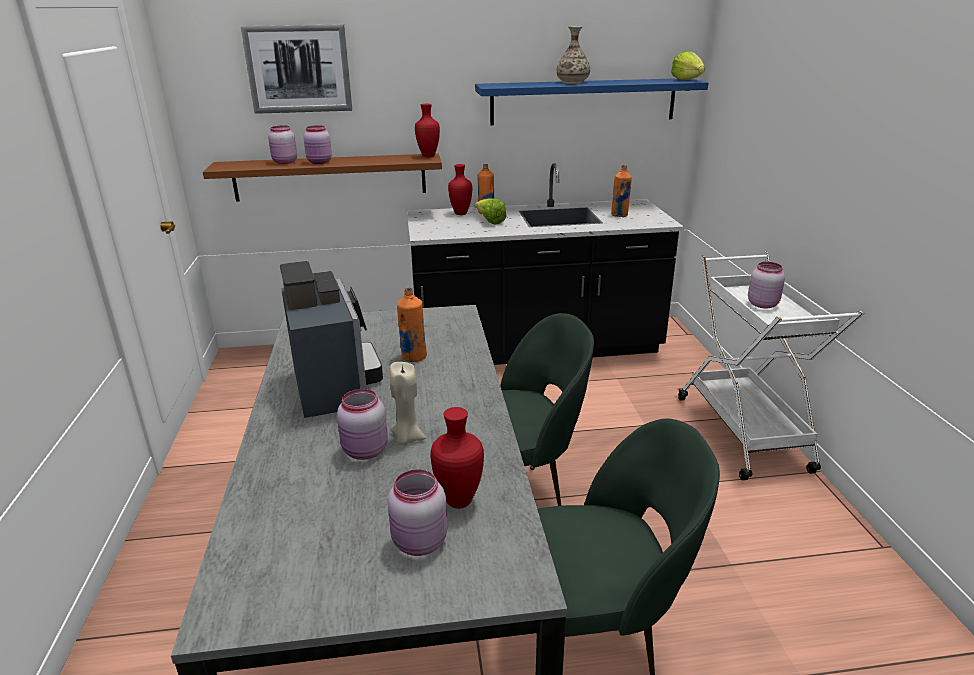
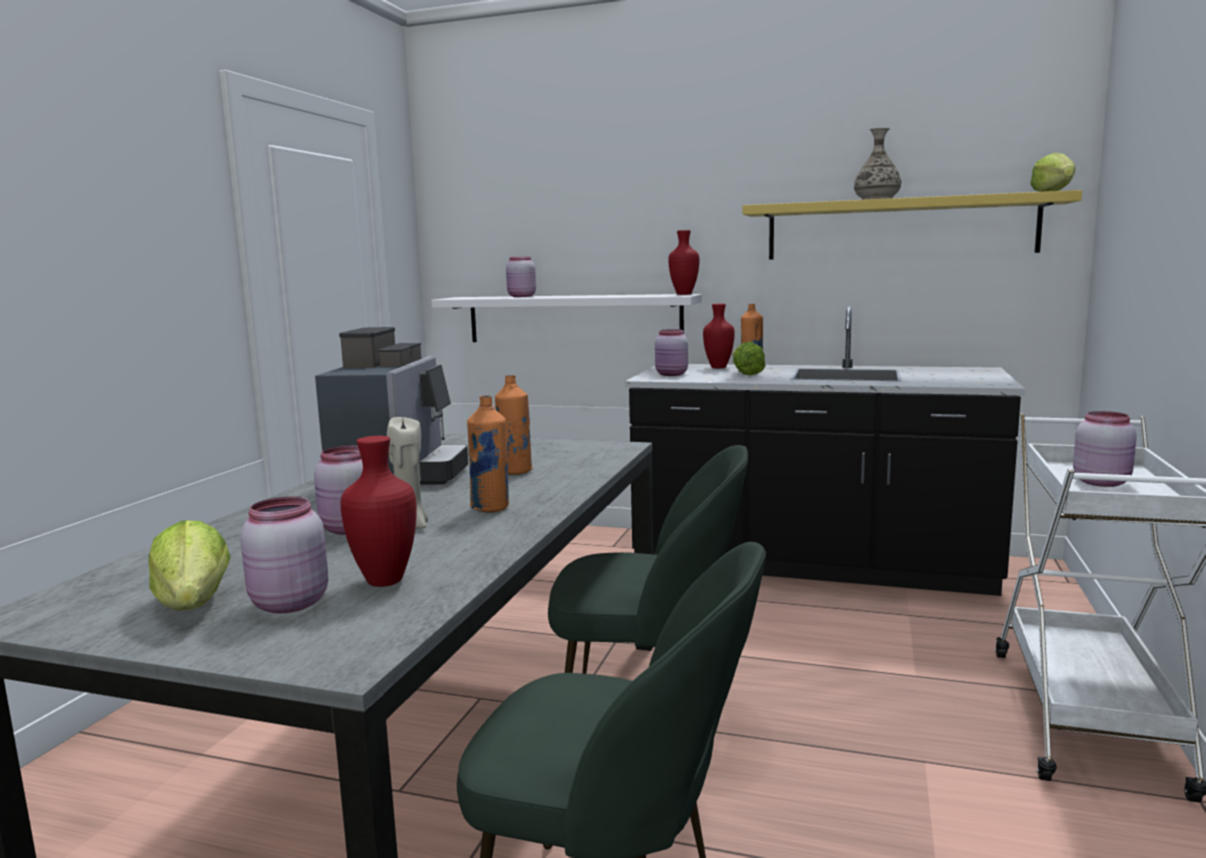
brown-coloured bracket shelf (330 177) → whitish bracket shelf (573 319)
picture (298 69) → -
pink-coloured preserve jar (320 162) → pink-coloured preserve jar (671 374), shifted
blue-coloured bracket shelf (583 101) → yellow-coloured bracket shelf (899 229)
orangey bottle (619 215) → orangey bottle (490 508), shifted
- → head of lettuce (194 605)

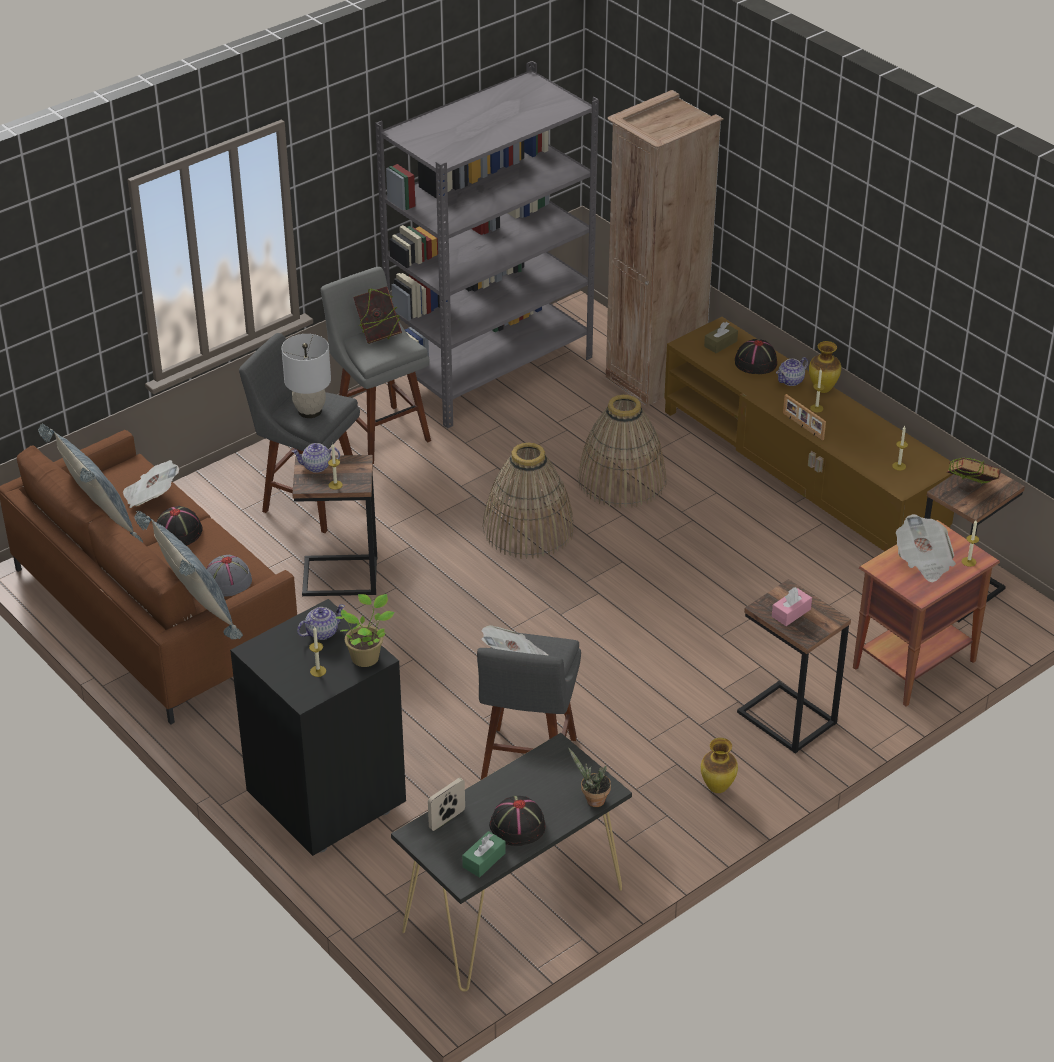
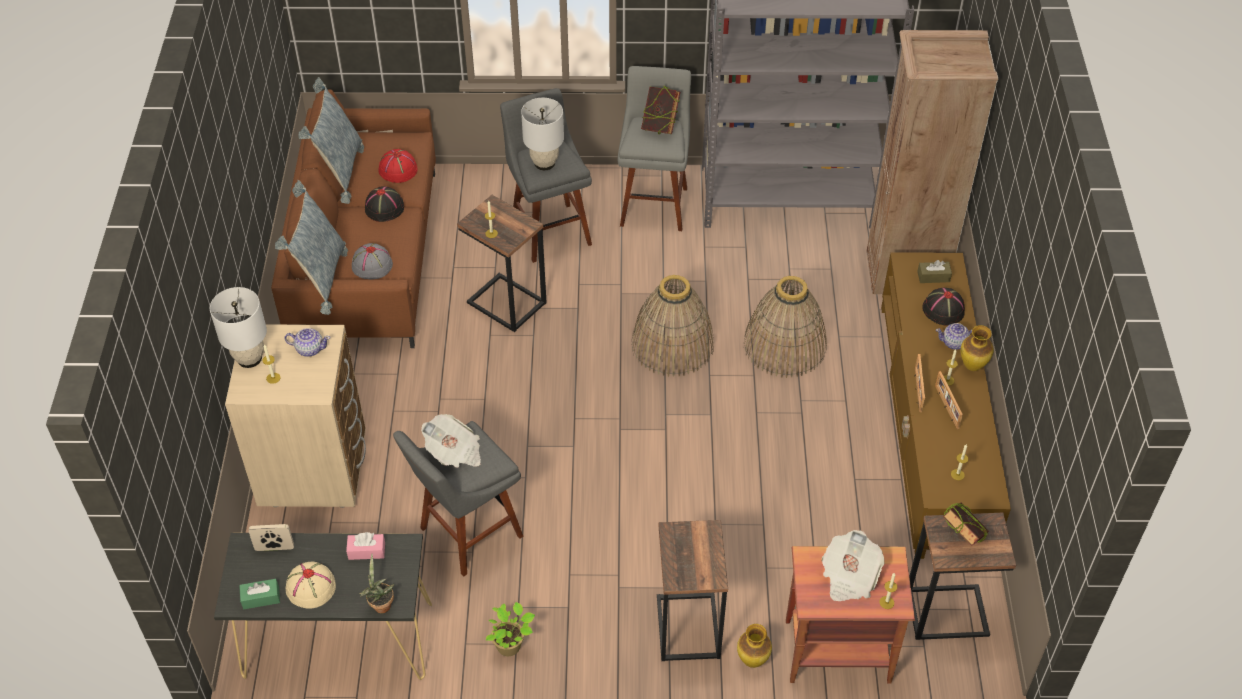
newspaper (151 496) → red wearable hat (397 170)
black-coloured dresser (328 803) → sand-coloured dresser (315 472)
pot for tea (316 467) → -
potted plant (366 657) → potted plant (511 646), shifted
black-coloured wearable hat (517 826) → sand-coloured wearable hat (310 587)
vase (717 788) → vase (752 661), shifted
pink-coloured tissue holder (791 613) → pink-coloured tissue holder (366 551), shifted
- → whitish tabletop lamp (249 358)
- → photo frame (946 407)

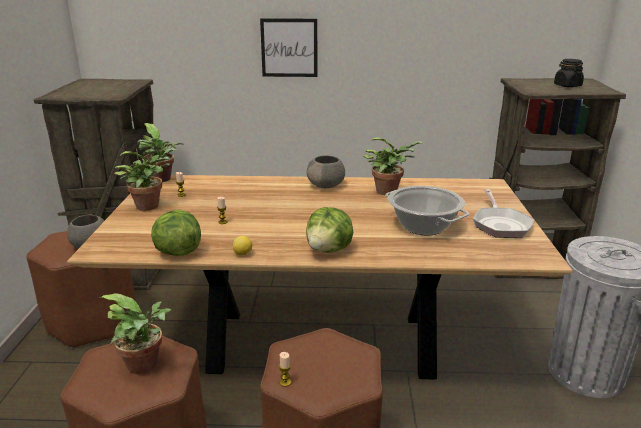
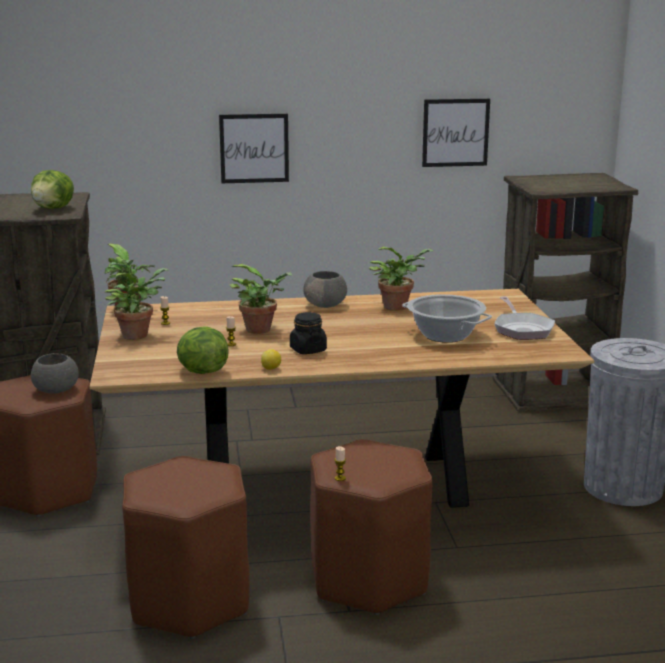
potted plant (146 365) → potted plant (262 330), shifted
head of lettuce (329 250) → head of lettuce (54 208), shifted
black-coloured preserve jar (567 85) → black-coloured preserve jar (308 350), shifted
- → picture (455 132)

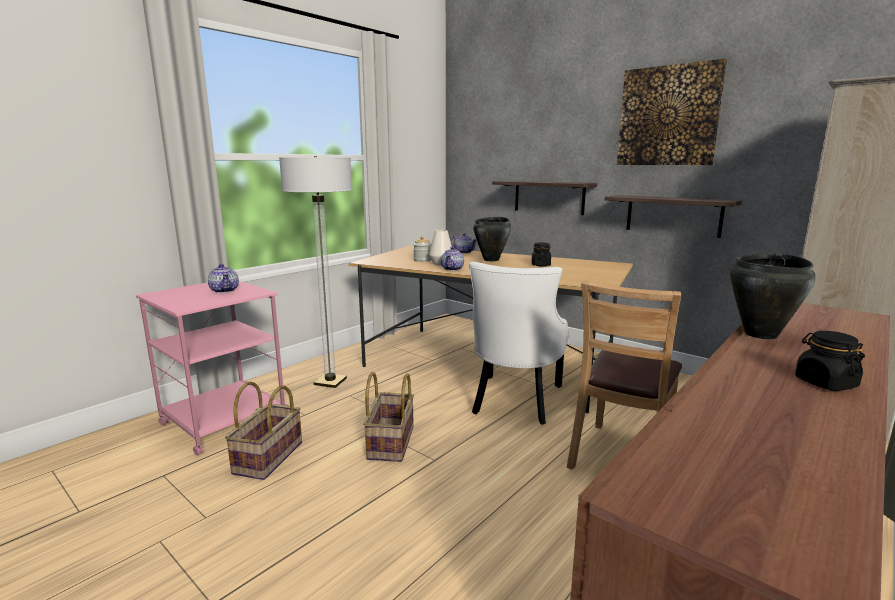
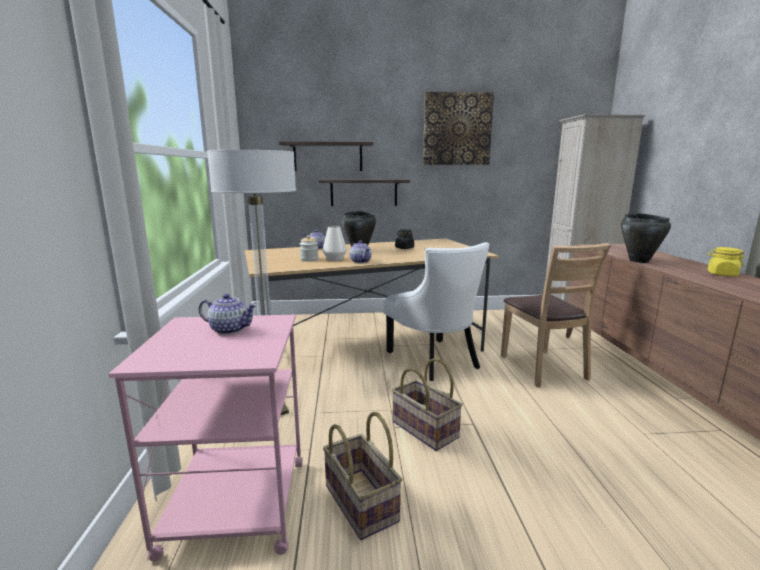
bracket shelf (673 215) → bracket shelf (328 157), shifted
black-coloured preserve jar (825 383) → yellow-coloured preserve jar (721 274)

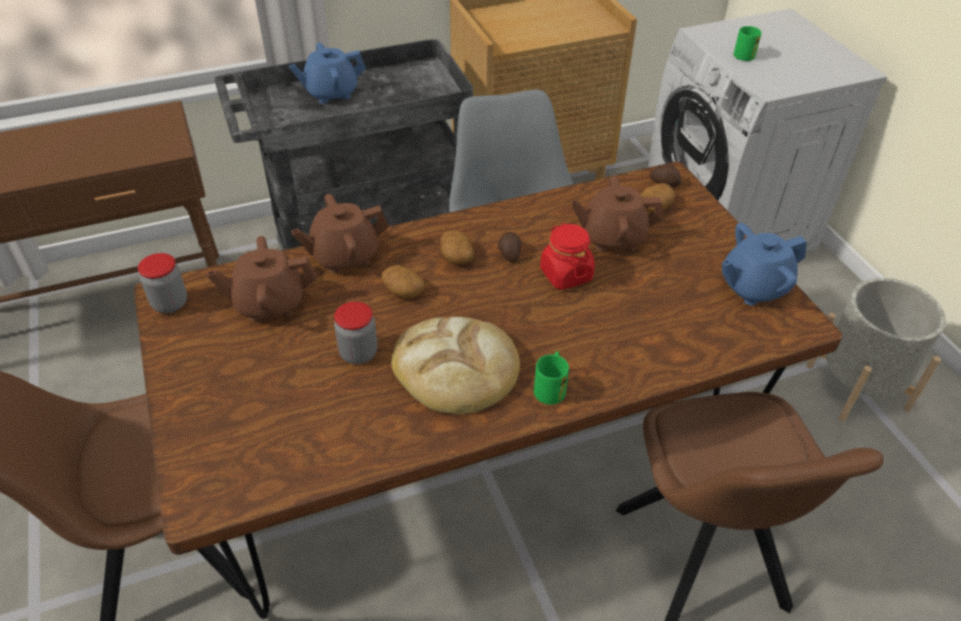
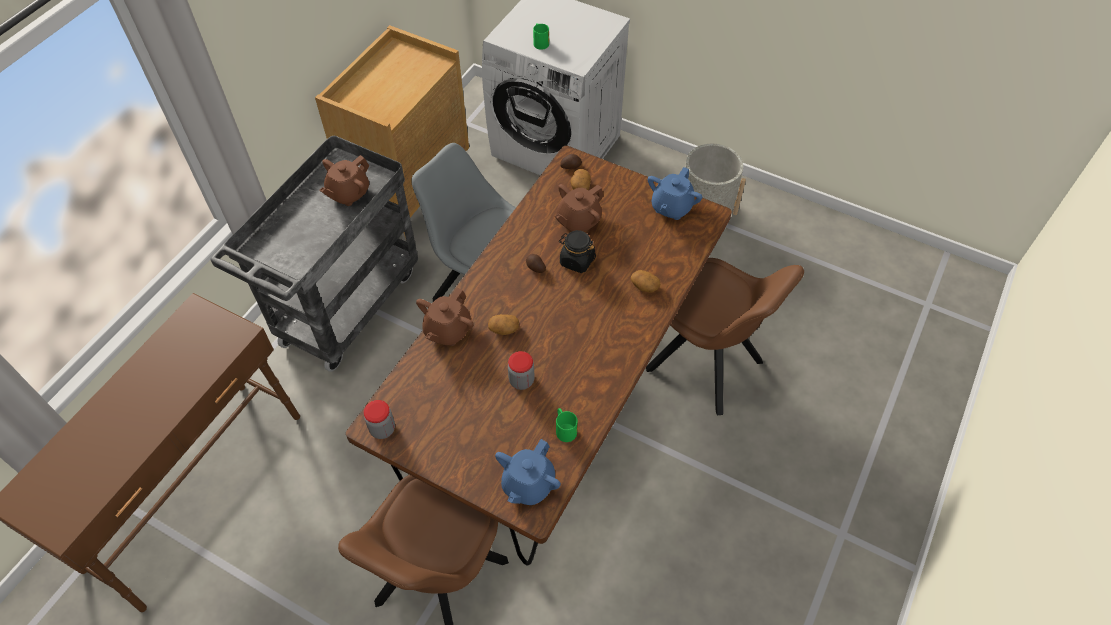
brown-coloured pot for tea (269 303) → brown-coloured pot for tea (348 193), shifted
blue-coloured pot for tea (331 93) → blue-coloured pot for tea (528 484), shifted
bakery bread (456 368) → -
whole potato (456 256) → whole potato (644 286), shifted
greenish mug (550 386) → greenish mug (564 429), shifted
red preserve jar (565 274) → black-coloured preserve jar (576 261)

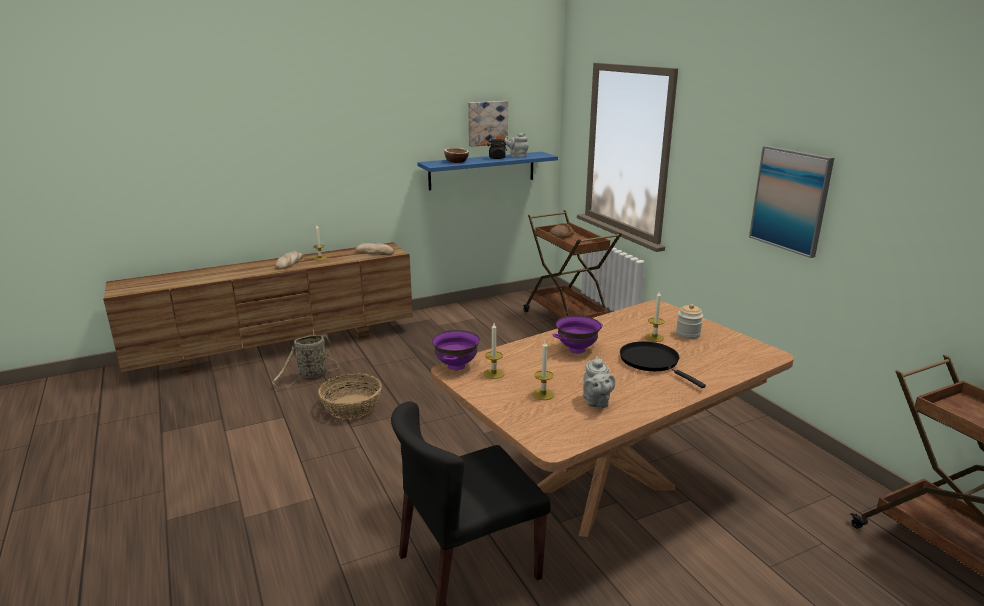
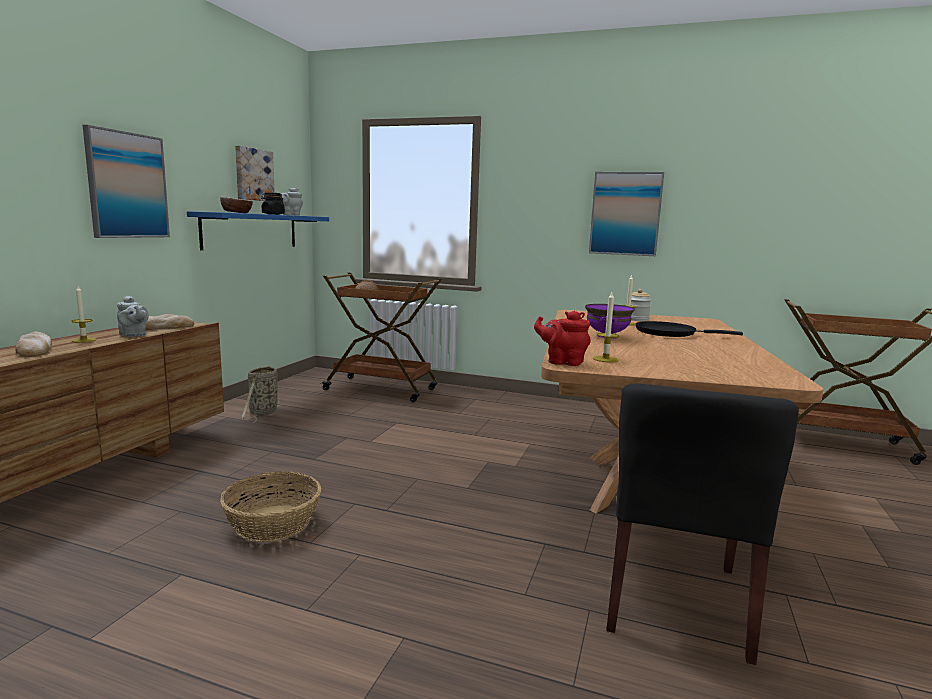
household basket (311 377) → household basket (262 413), shifted
purple bowl (456 366) → red pot for tea (562 362)
wax candle (543 394) → -
gray pot for tea (596 402) → gray pot for tea (133 335), shifted
- → picture (127 185)

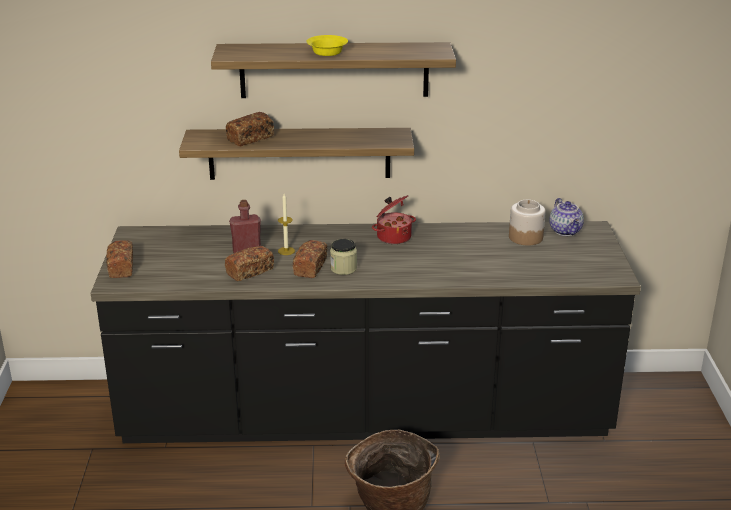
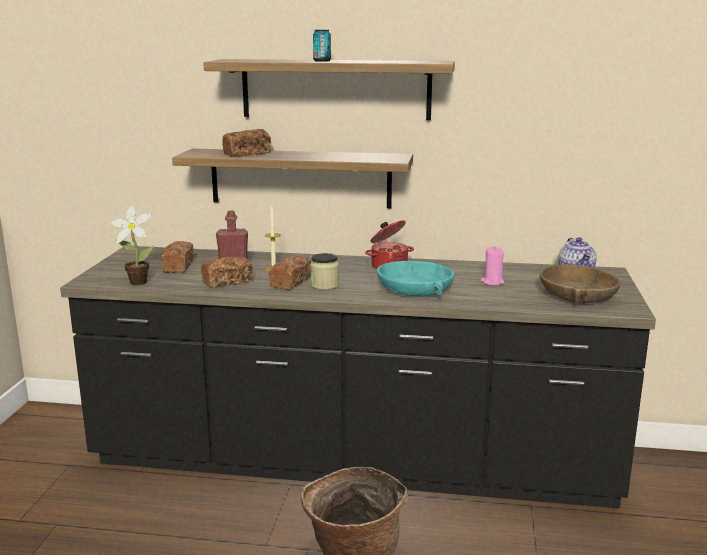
bakery bread (121 267) → bakery bread (178 266), shifted
yellow-coloured bowl (326 53) → can (322 61)
preserve jar (525 237) → -
- → potted plant (136 282)
- → blue-green bowl (415 289)
- → pink-coloured wax candle (492 282)
- → brown-coloured bowl (578 295)

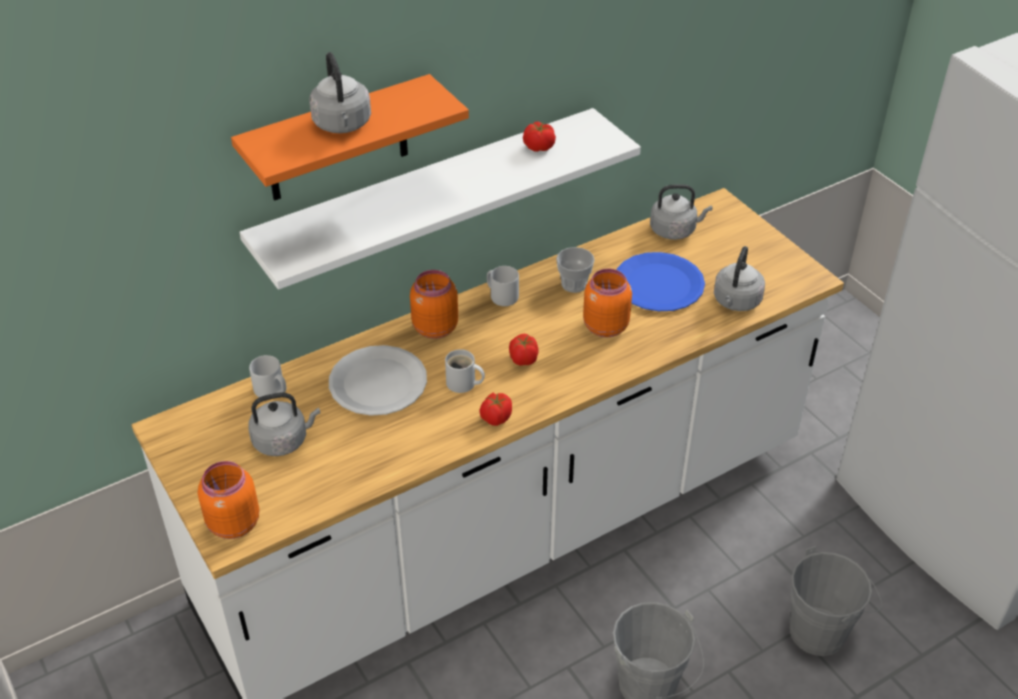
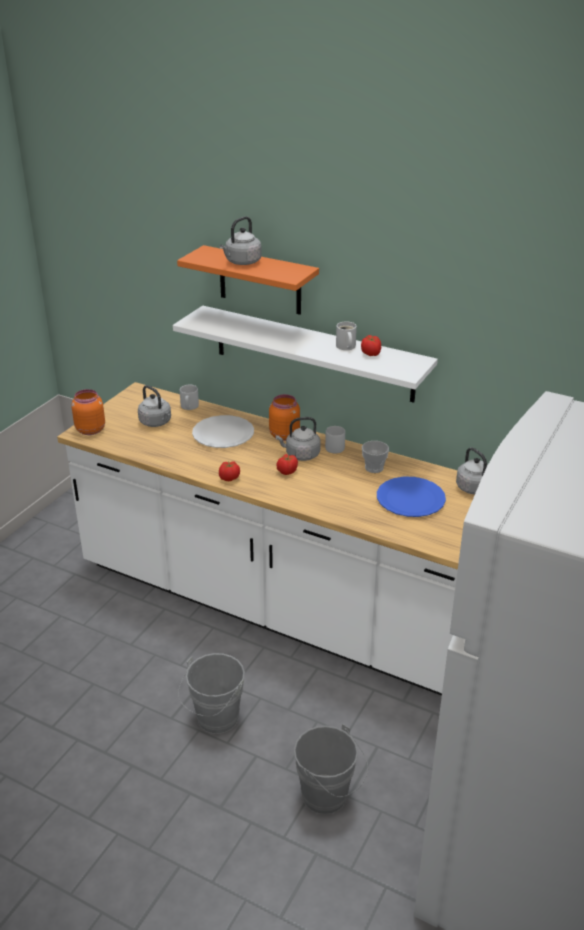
whitish mug (463 384) → whitish mug (345 347), shifted
orangey preserve jar (604 326) → -
gray kettle (736 302) → gray kettle (300 455), shifted

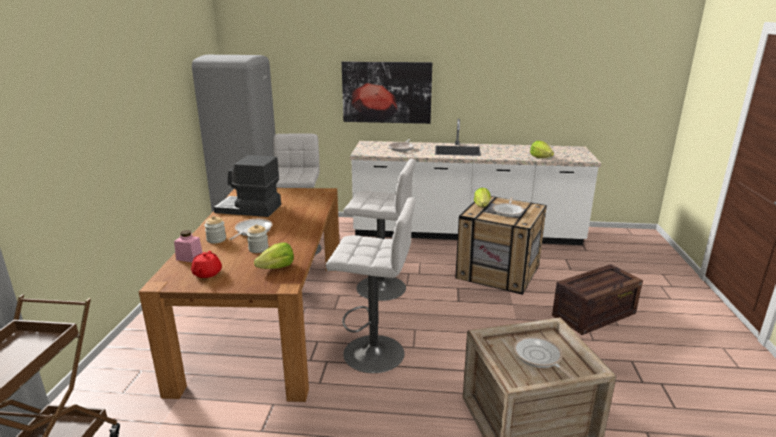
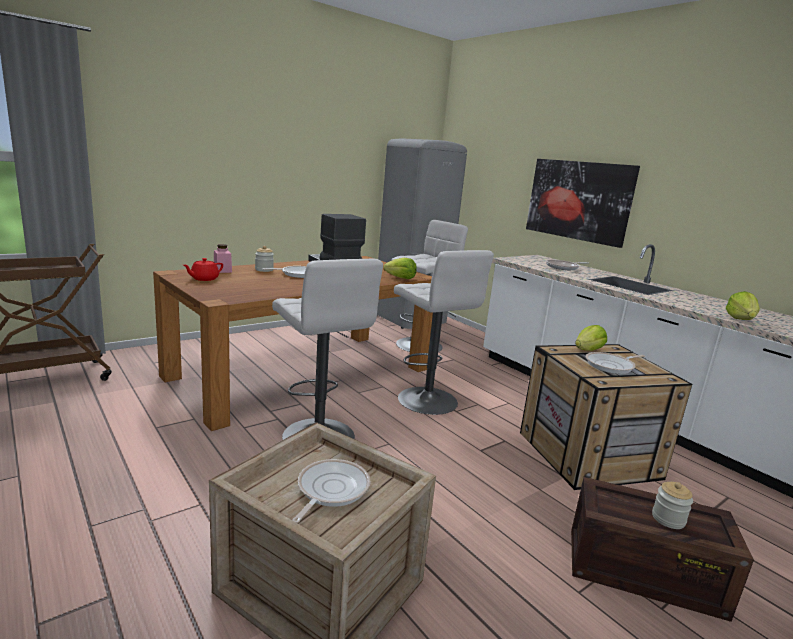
preserve jar (258 249) → preserve jar (668 519), shifted
head of lettuce (277 268) → head of lettuce (400 278), shifted

